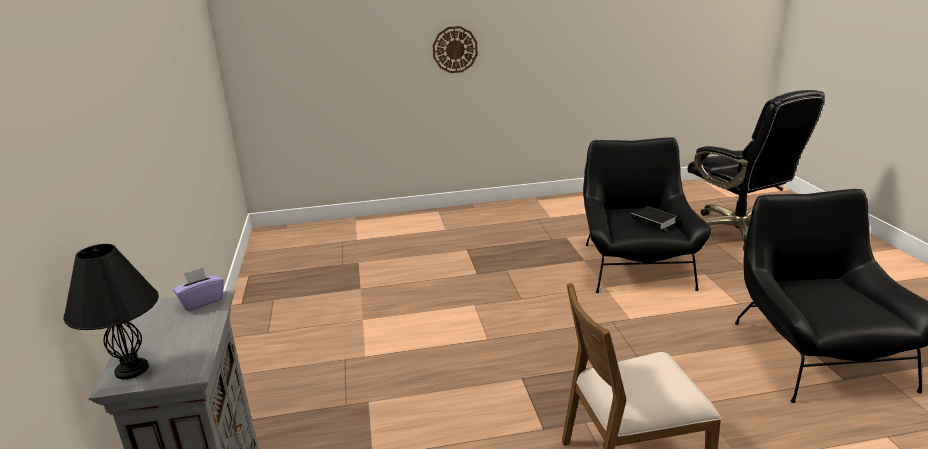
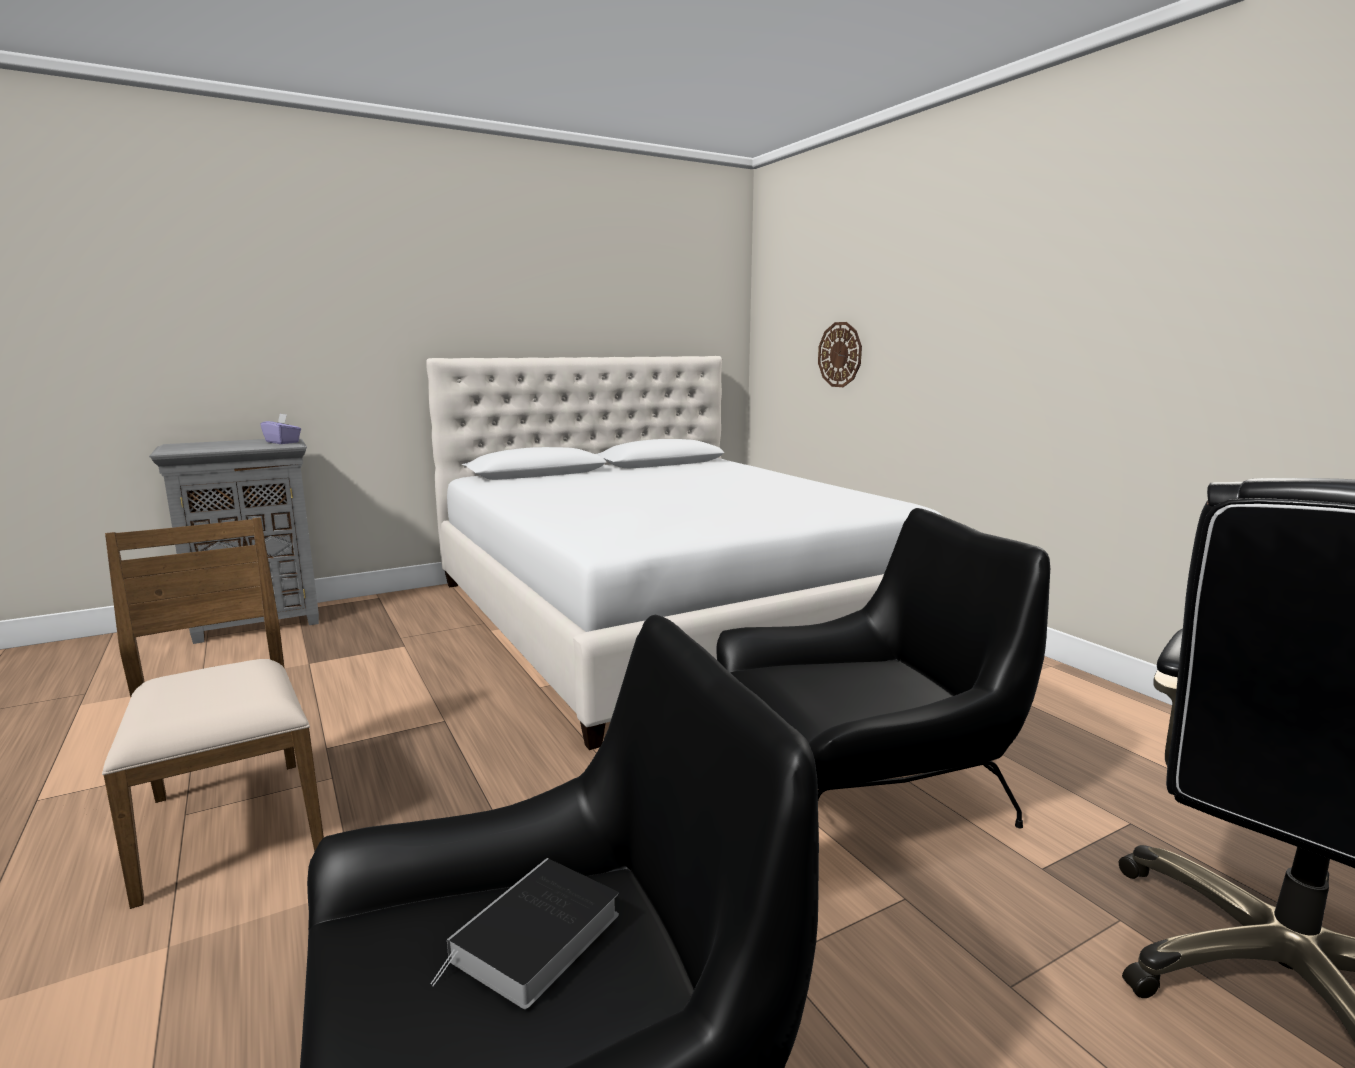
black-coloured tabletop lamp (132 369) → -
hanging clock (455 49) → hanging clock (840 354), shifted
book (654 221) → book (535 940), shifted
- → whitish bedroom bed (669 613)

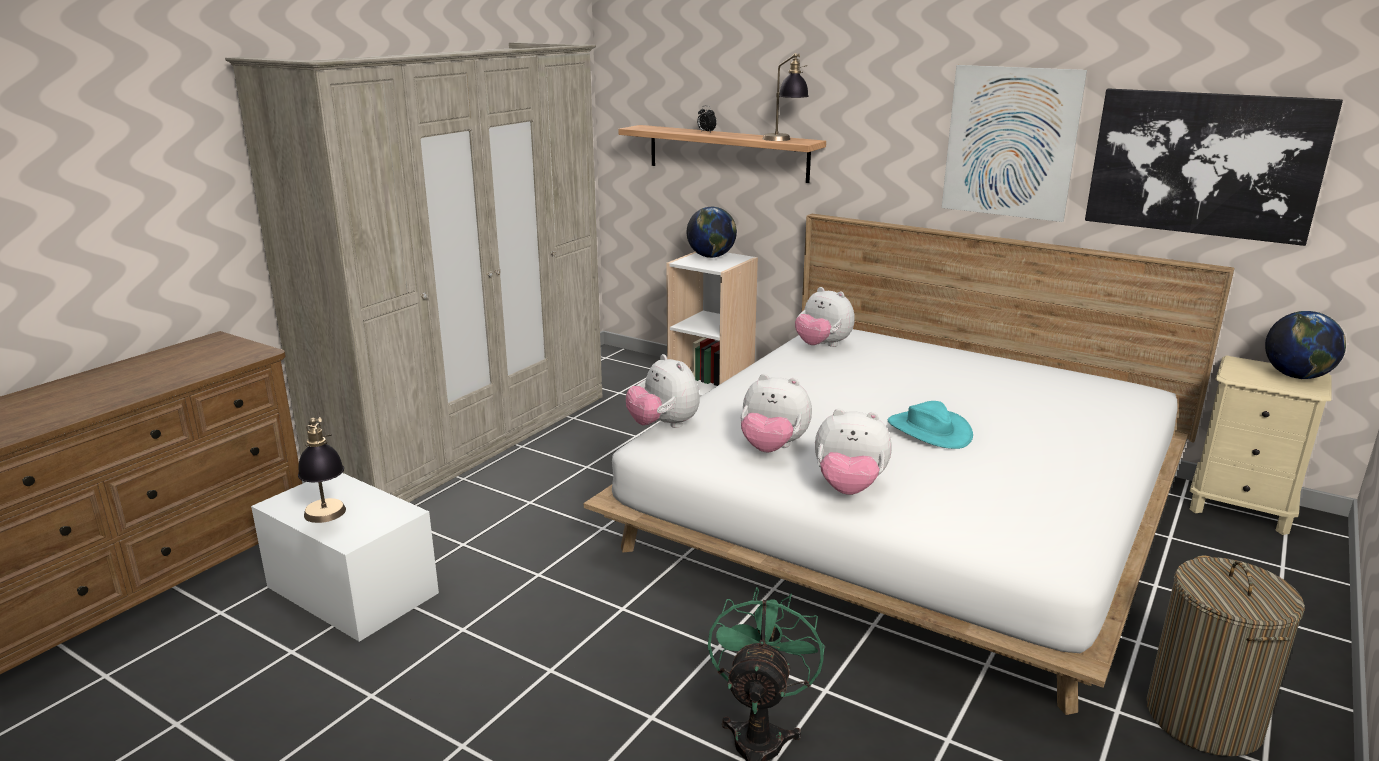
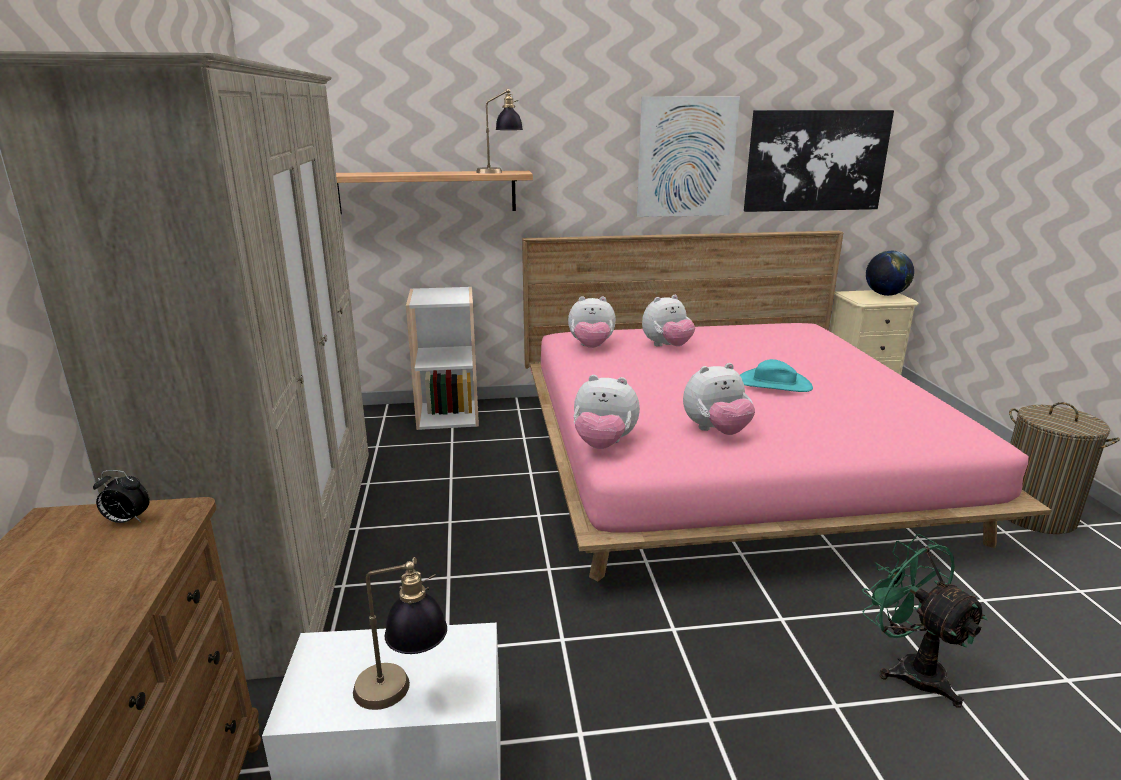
whitish bedroom bed (905 516) → pink-coloured bedroom bed (728 462)
desk globe (711 257) → -
alarm clock (706 132) → alarm clock (127 521), shifted
cuddly toy (849 488) → cuddly toy (667 346), shifted

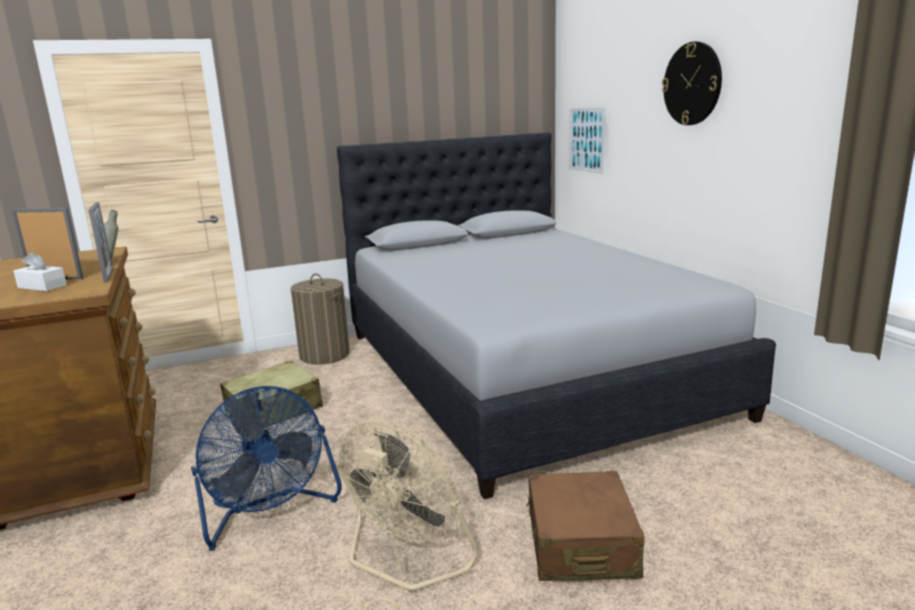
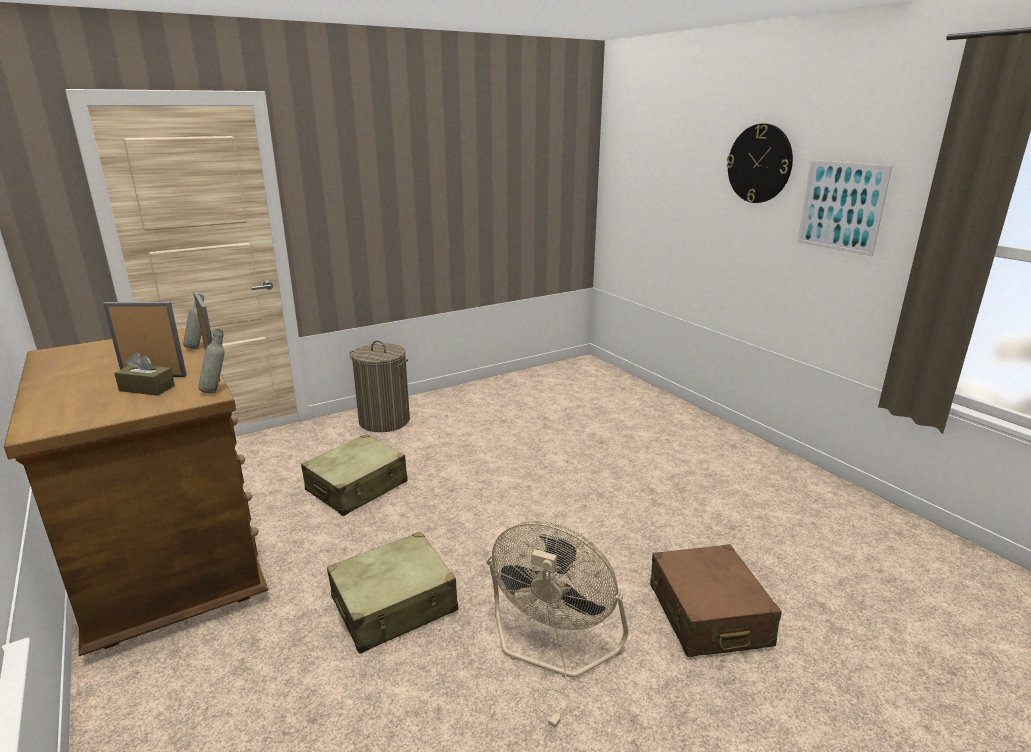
whitish tissue holder (42 286) → brown-coloured tissue holder (147 388)
blue-coloured fan (263 513) → sand-coloured piece of luggage (394 605)
gray bedroom bed (523 371) → -
picture (586 140) → picture (841 206), shifted
- → gray bottle (217 391)

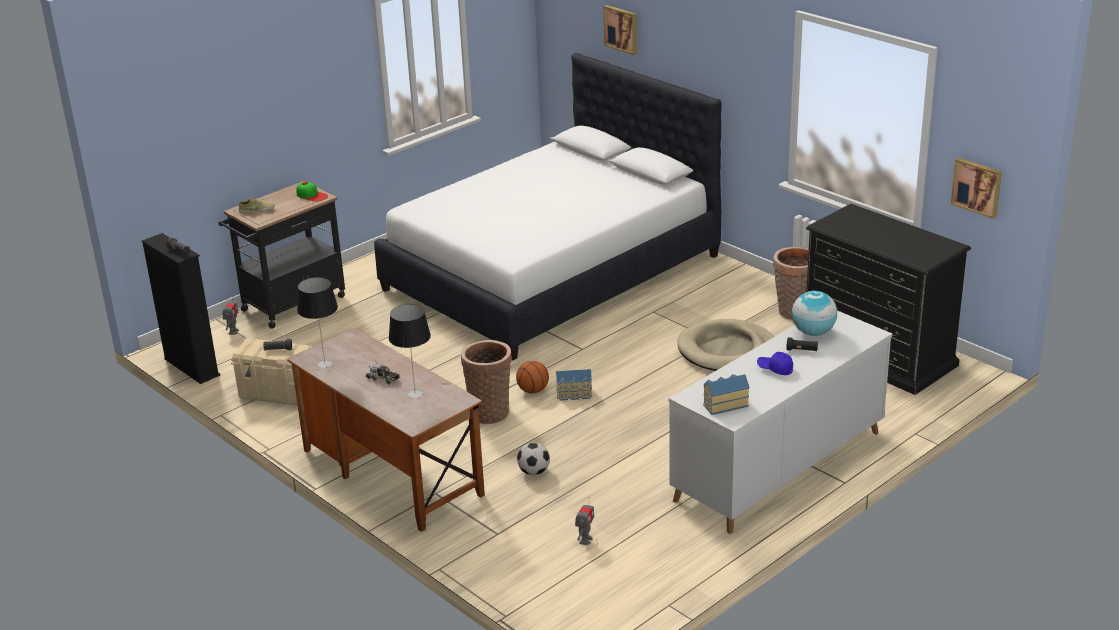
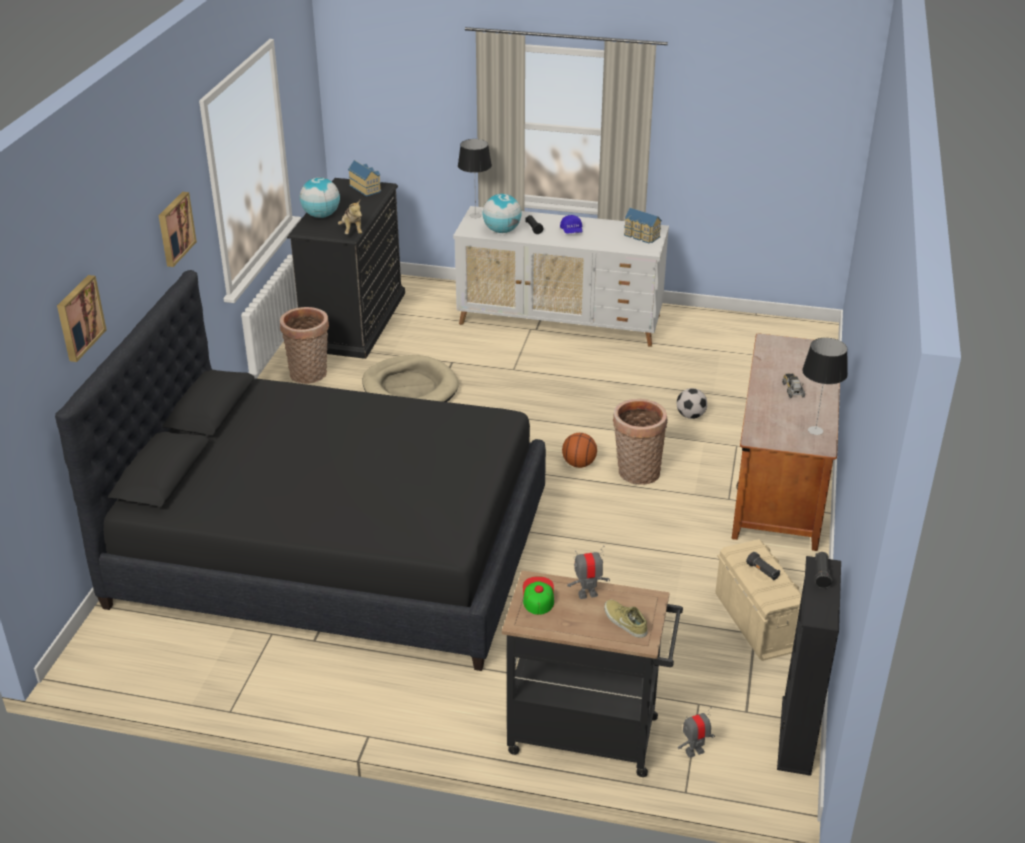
whitish bedroom bed (552 272) → black-coloured bedroom bed (332 549)
tabletop lamp (415 394) → tabletop lamp (476 215), shifted
model house (574 394) → model house (366 188), shifted
model robot (585 540) → model robot (587 594), shifted
picture (977 187) → picture (174 228), shifted
- → desk globe (321 215)
- → cuddly toy (352 231)

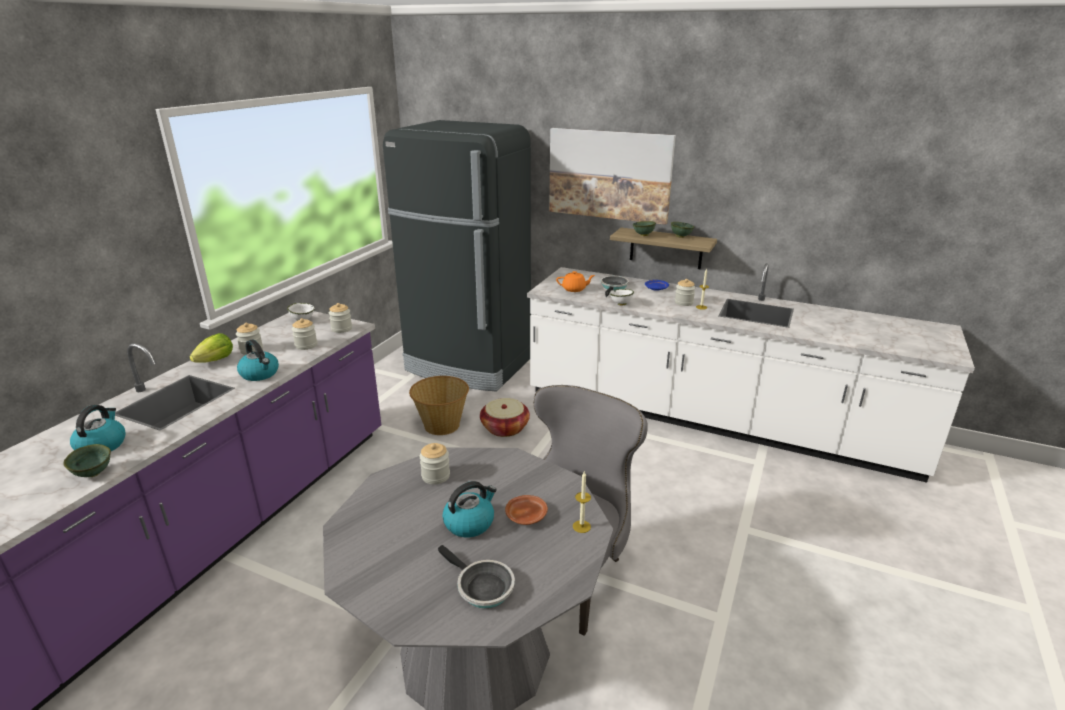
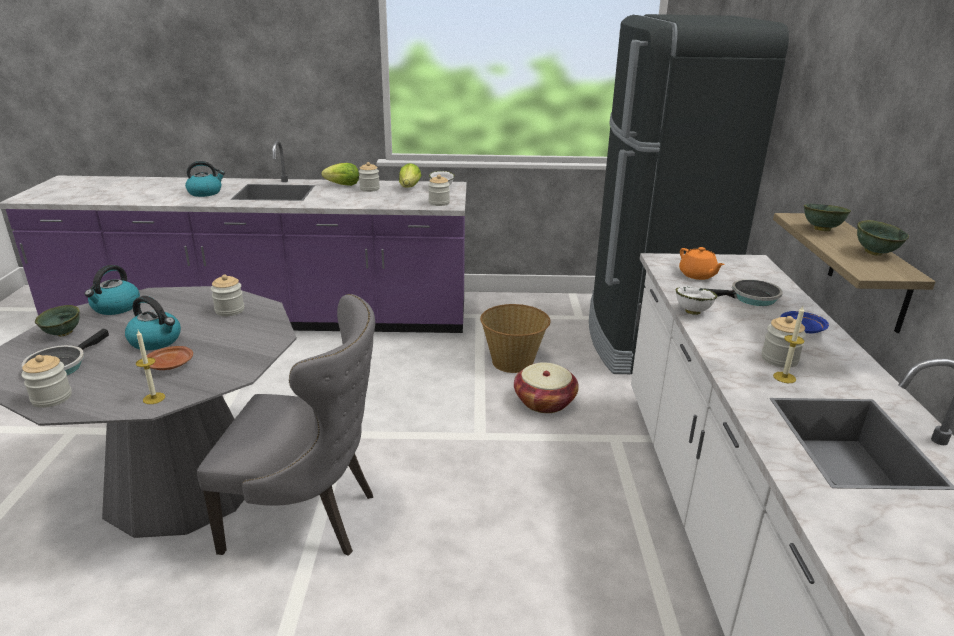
greenish bowl (94 473) → greenish bowl (64 334), shifted
kettle (260 374) → kettle (116 307), shifted
preserve jar (306 345) → preserve jar (52 398), shifted
picture (609 175) → -
- → head of lettuce (409 187)

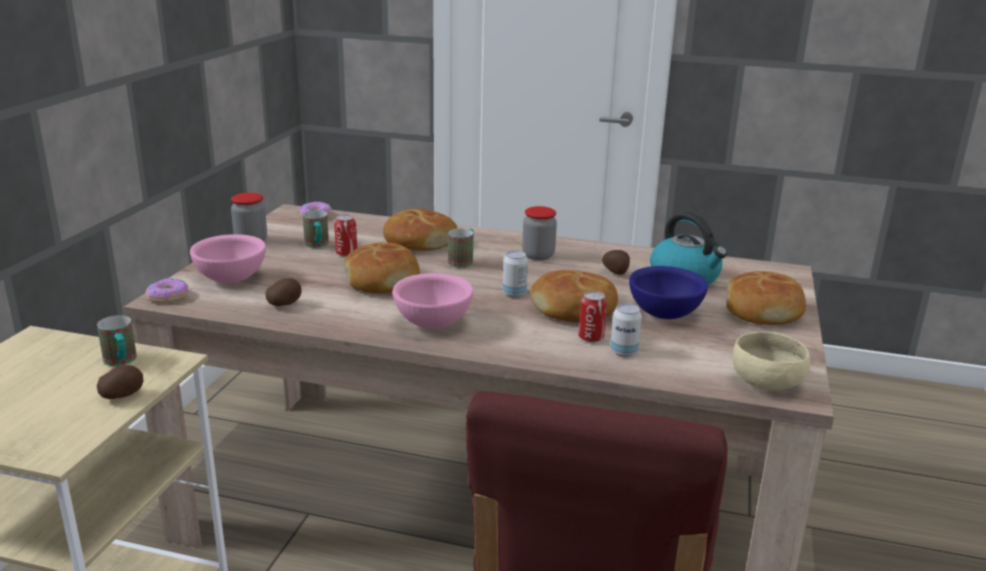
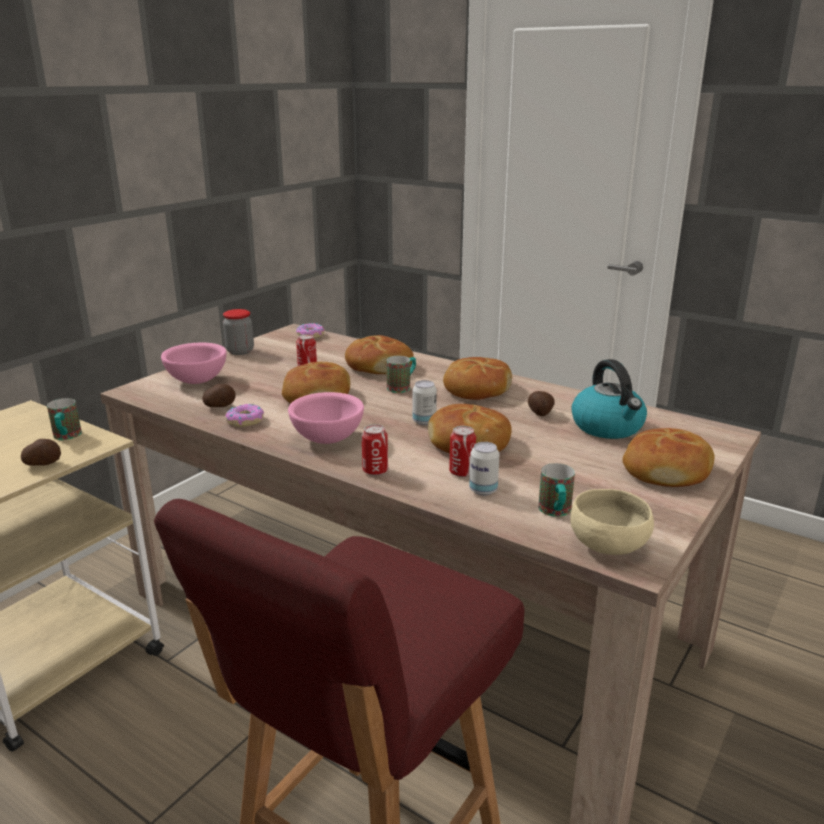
donut (168 296) → donut (245 421), shifted
mug (317 245) → mug (555 512), shifted
preserve jar (538 255) → bakery bread (476 389)
blue-coloured bowl (665 314) → -
- → can (375 471)

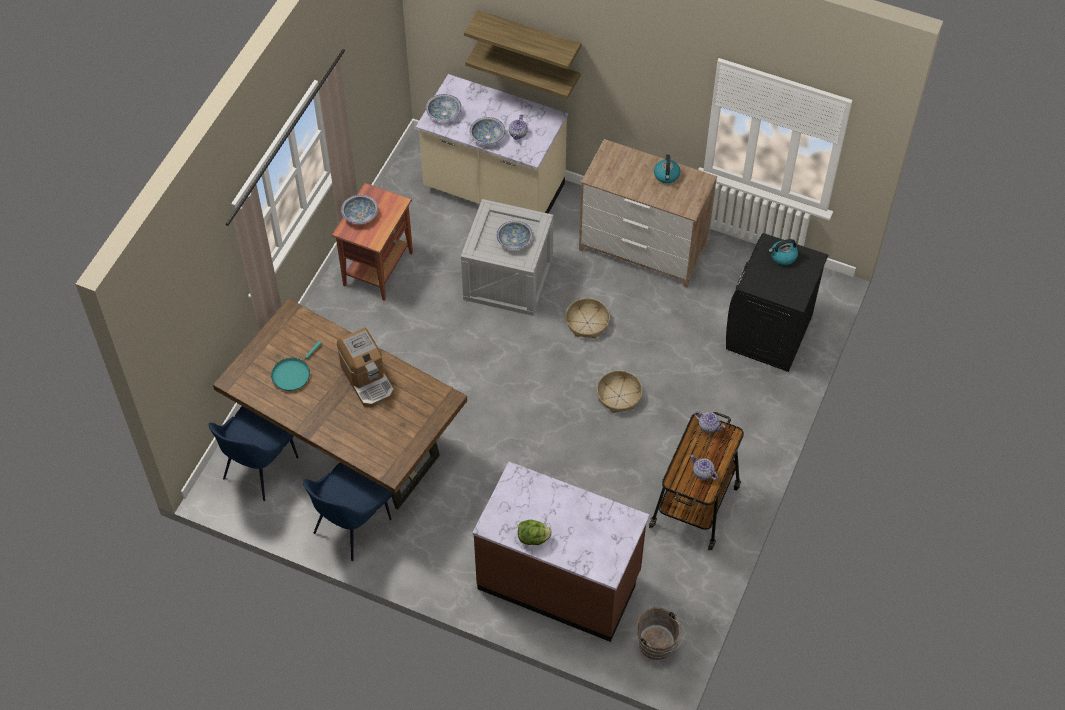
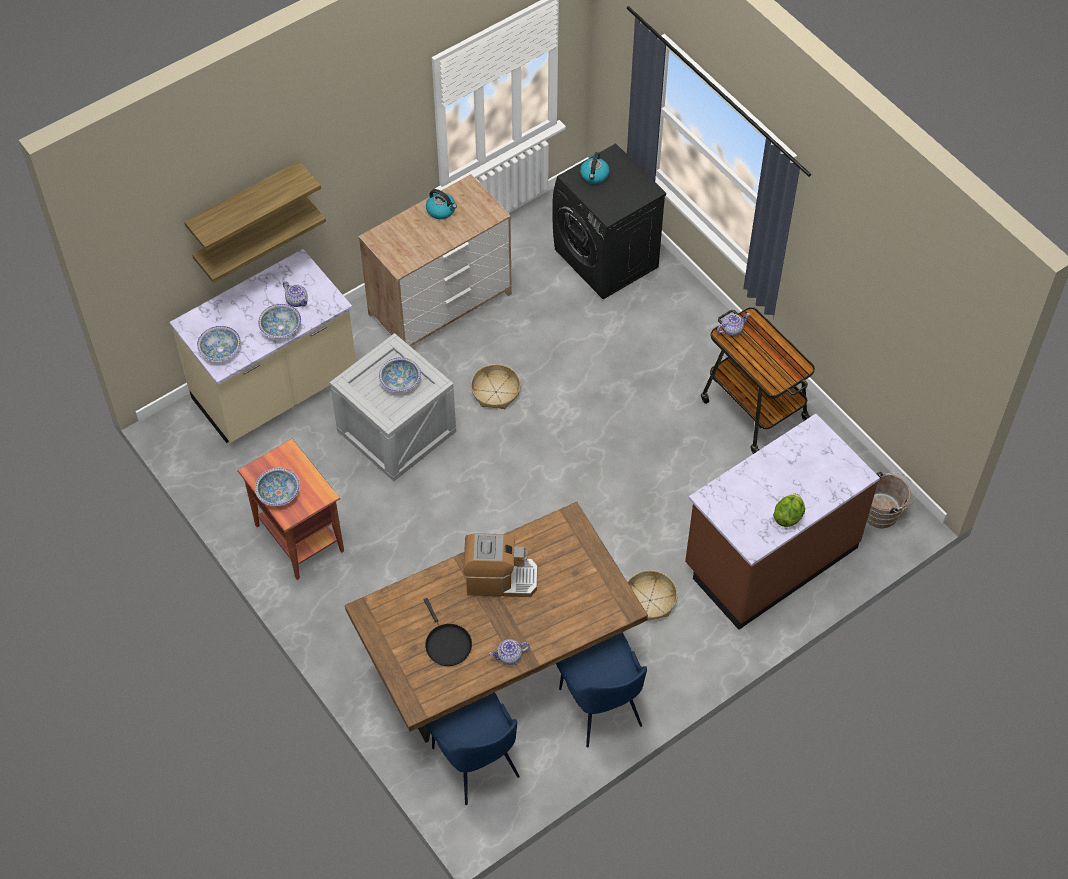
blue-green pan (293 374) → black-coloured pan (446 644)
household basket (618 396) → household basket (649 600), shifted
pot for tea (702 473) → pot for tea (509 656), shifted

